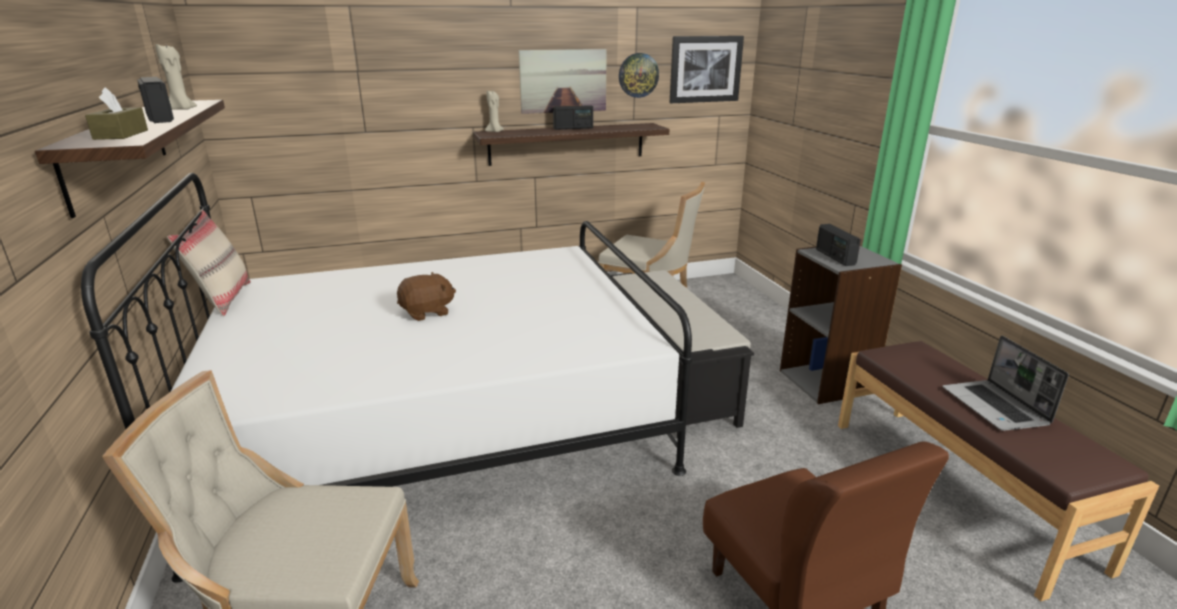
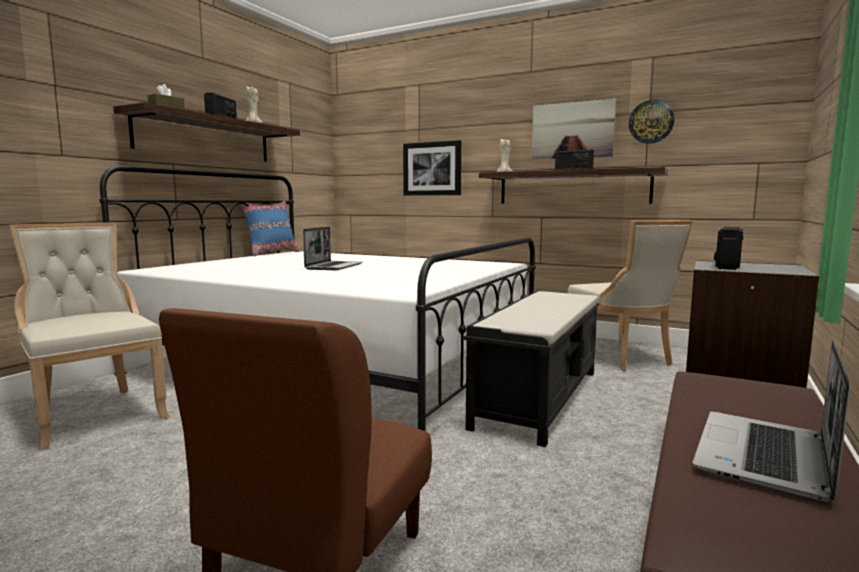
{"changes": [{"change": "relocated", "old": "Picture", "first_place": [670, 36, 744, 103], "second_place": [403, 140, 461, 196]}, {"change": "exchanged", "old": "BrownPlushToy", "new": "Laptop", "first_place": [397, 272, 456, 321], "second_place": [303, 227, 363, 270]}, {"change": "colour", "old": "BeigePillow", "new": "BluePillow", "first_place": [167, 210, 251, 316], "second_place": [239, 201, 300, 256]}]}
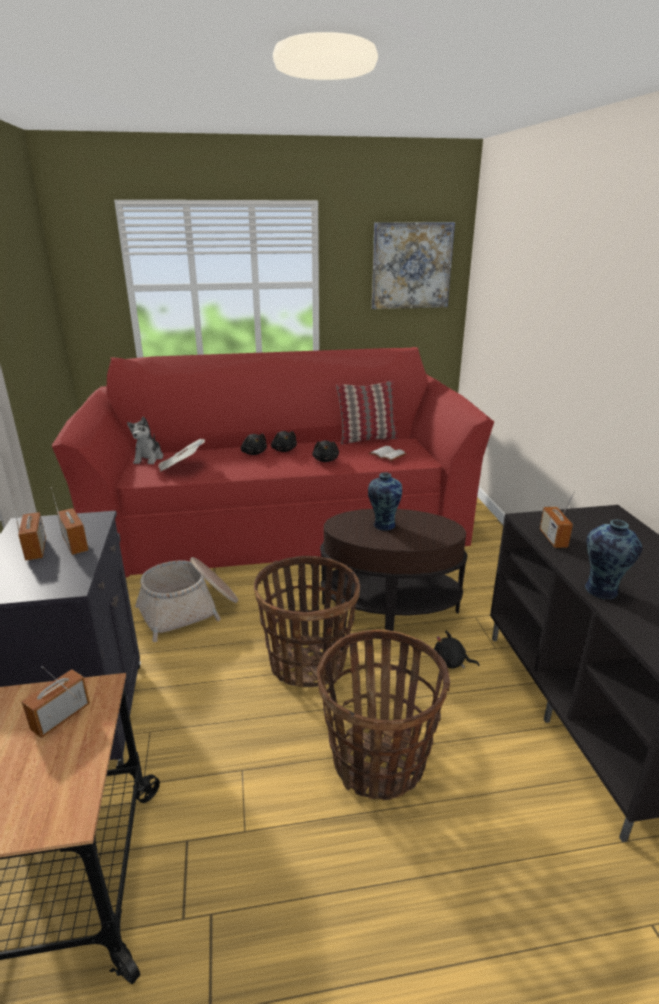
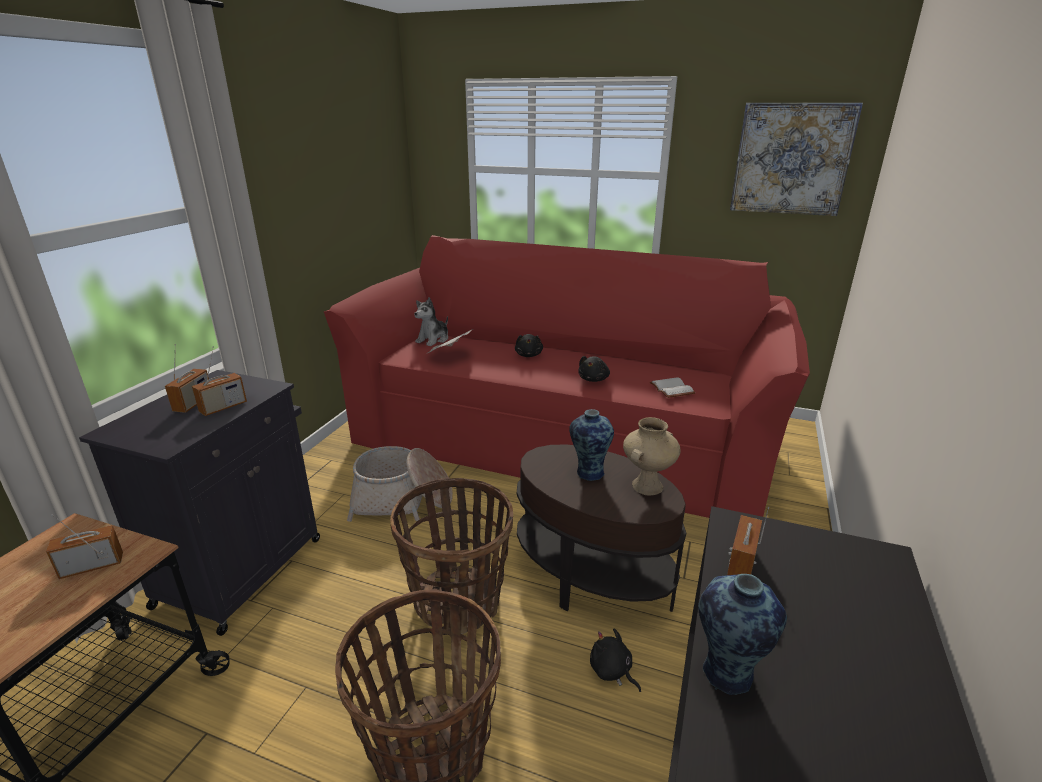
{"changes": [{"change": "missing", "old": "BlackPlushToy", "first_place": [271, 431, 297, 452]}, {"change": "missing", "old": "Pillow", "first_place": [336, 380, 398, 444]}, {"change": "appeared", "new": "BeigeVase", "second_place": [623, 417, 681, 496]}, {"change": "spun", "old": "Radio", "first_place": [51, 487, 89, 555], "second_place": [192, 346, 247, 416], "degrees": 45}]}
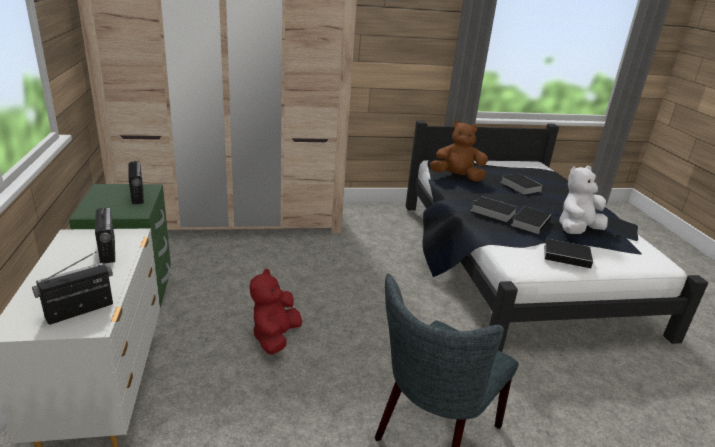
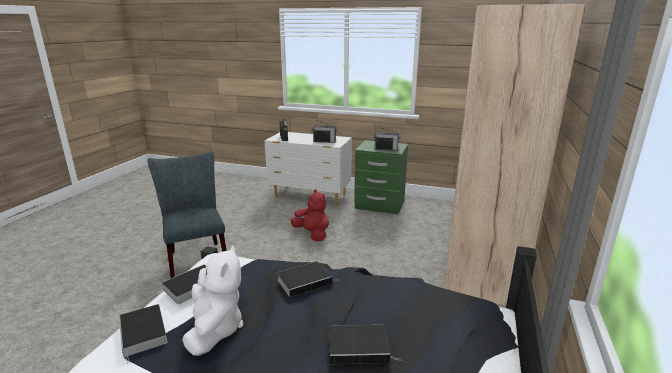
{"changes": [{"change": "missing", "old": "BrownPlushToy", "first_place": [430, 121, 488, 182]}, {"change": "relocated", "old": "Book", "first_place": [511, 206, 552, 234], "second_place": [119, 304, 167, 364]}]}
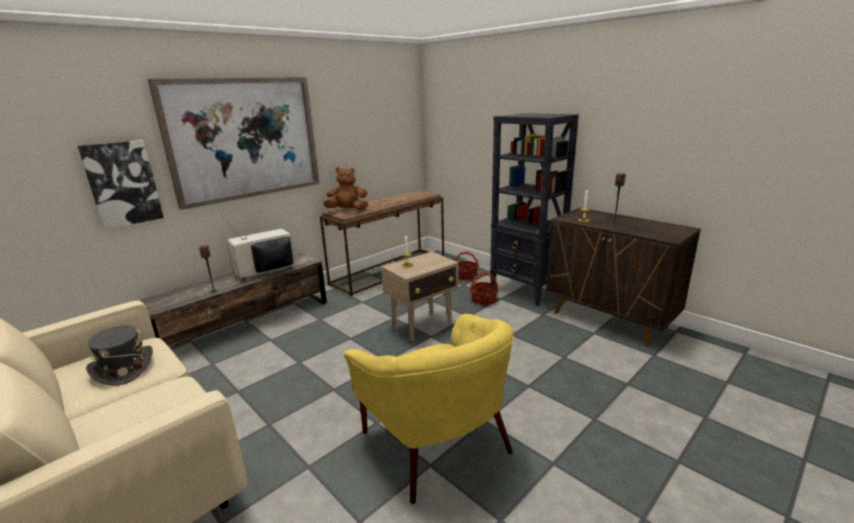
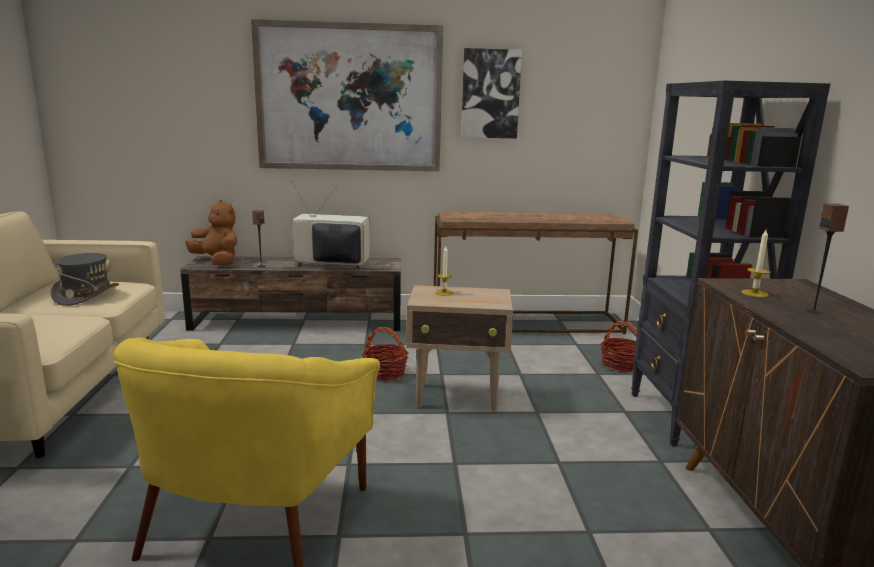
{"changes": [{"change": "relocated", "old": "Picture", "first_place": [78, 140, 164, 229], "second_place": [461, 48, 522, 139]}, {"change": "relocated", "old": "BrownPlushToy", "first_place": [323, 167, 368, 210], "second_place": [185, 200, 237, 266]}, {"change": "relocated", "old": "Basket", "first_place": [470, 272, 498, 305], "second_place": [362, 327, 409, 381]}]}
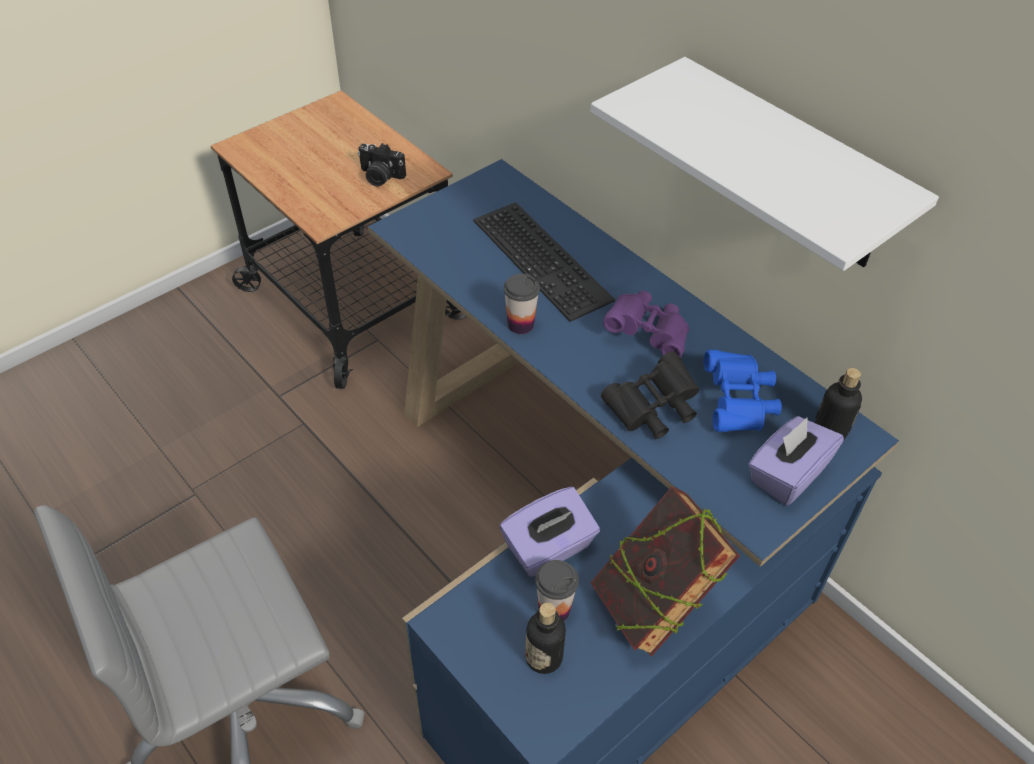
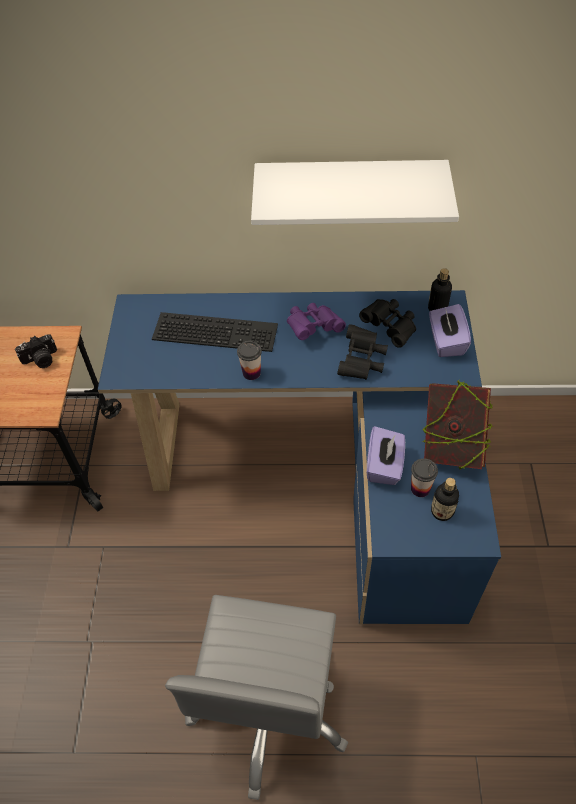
{"changes": [{"change": "colour", "old": "BlueBinoculars", "new": "BlackBinoculars", "first_place": [704, 350, 782, 432], "second_place": [359, 299, 416, 348]}]}
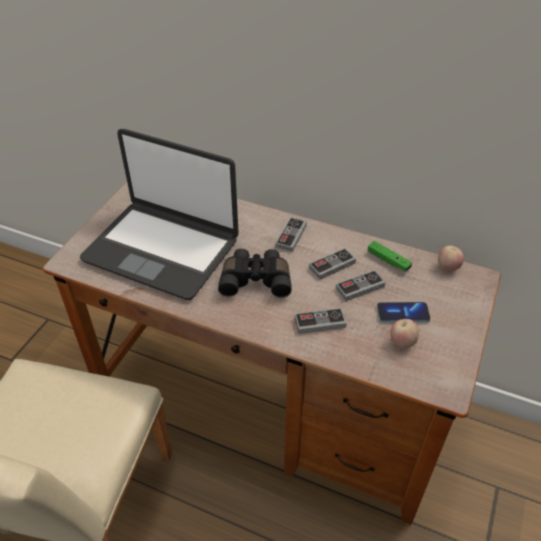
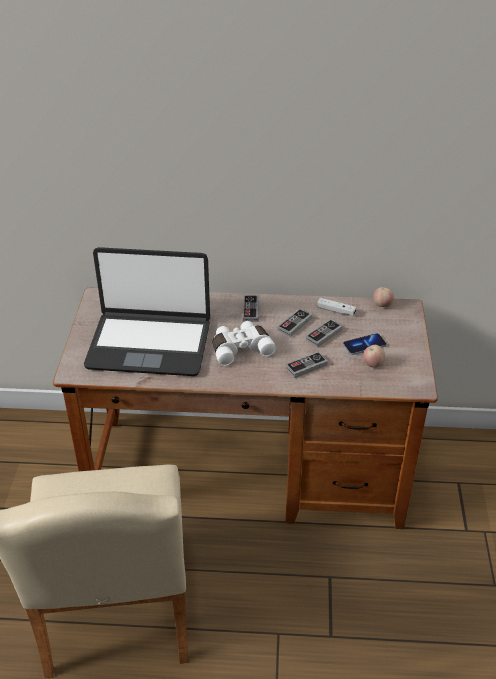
{"changes": [{"change": "colour", "old": "BlackBinoculars", "new": "WhiteBinoculars", "first_place": [218, 249, 292, 297], "second_place": [213, 321, 276, 366]}, {"change": "colour", "old": "GreenGameController", "new": "WhiteGameController", "first_place": [368, 241, 412, 272], "second_place": [317, 298, 356, 315]}]}
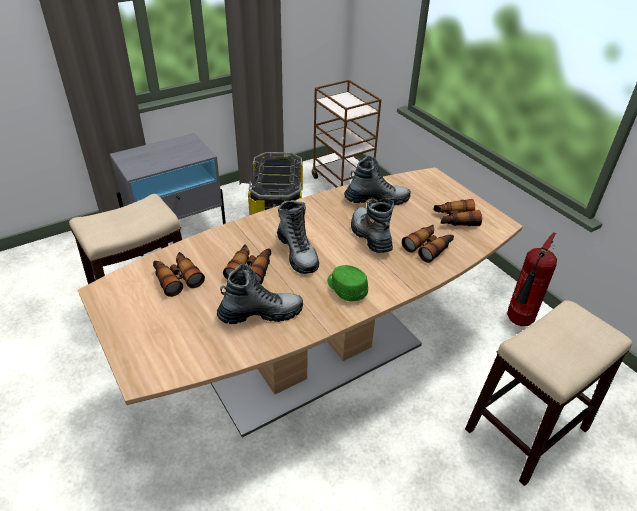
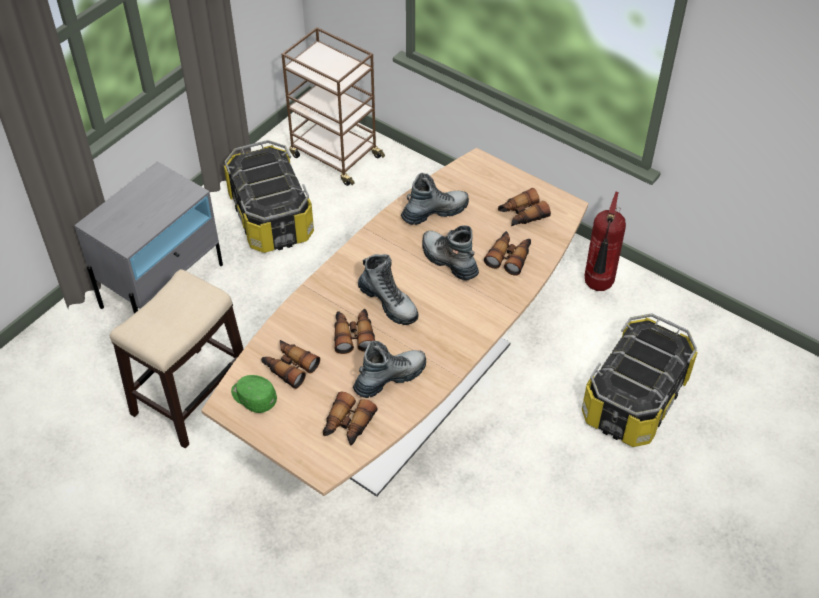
{"changes": [{"change": "appeared", "new": "Binoculars", "second_place": [323, 392, 377, 446]}, {"change": "relocated", "old": "GreenCap", "first_place": [327, 265, 368, 301], "second_place": [231, 375, 277, 413]}, {"change": "exchanged", "old": "Stool", "new": "StorageBox", "first_place": [465, 300, 633, 486], "second_place": [582, 314, 698, 447]}]}
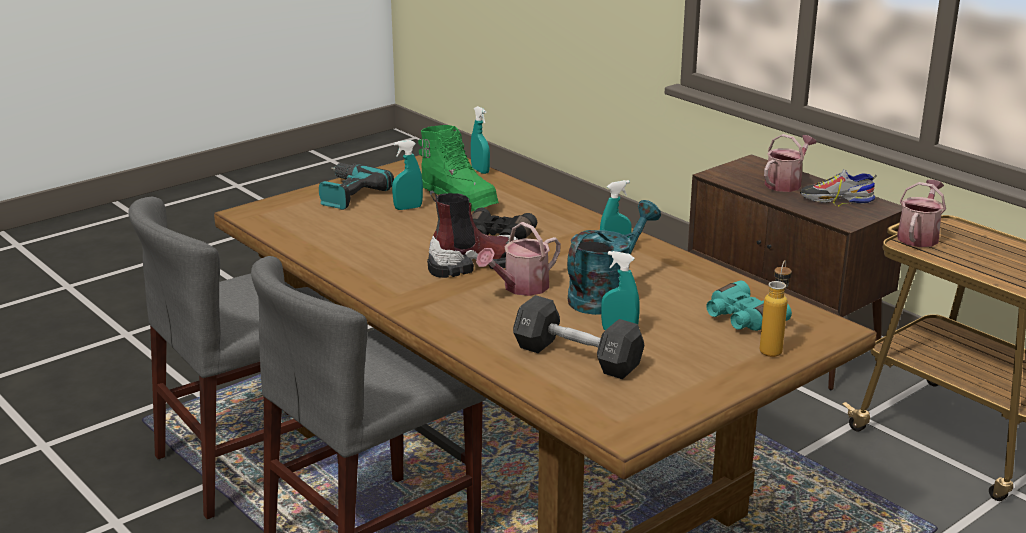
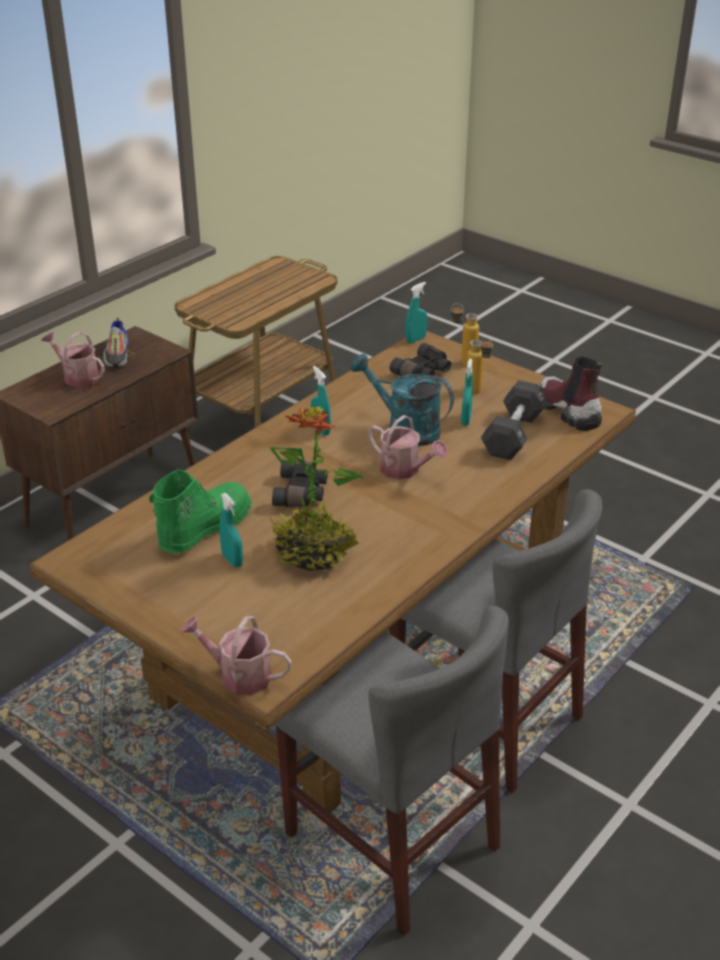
{"changes": [{"change": "missing", "old": "PowerDrill", "first_place": [319, 163, 394, 210]}, {"change": "appeared", "new": "PottedPlant", "second_place": [270, 406, 364, 571]}, {"change": "appeared", "new": "Bottle", "second_place": [466, 337, 493, 394]}, {"change": "relocated", "old": "Boot", "first_place": [427, 191, 518, 278], "second_place": [539, 357, 603, 431]}, {"change": "relocated", "old": "TurquoiseSprayBottle", "first_place": [471, 106, 490, 174], "second_place": [406, 282, 427, 344]}, {"change": "relocated", "old": "WateringCan", "first_place": [897, 180, 946, 247], "second_place": [180, 616, 292, 695]}, {"change": "colour", "old": "TurquoiseBinoculars", "new": "BlackBinoculars", "first_place": [706, 281, 792, 331], "second_place": [390, 343, 451, 377]}]}
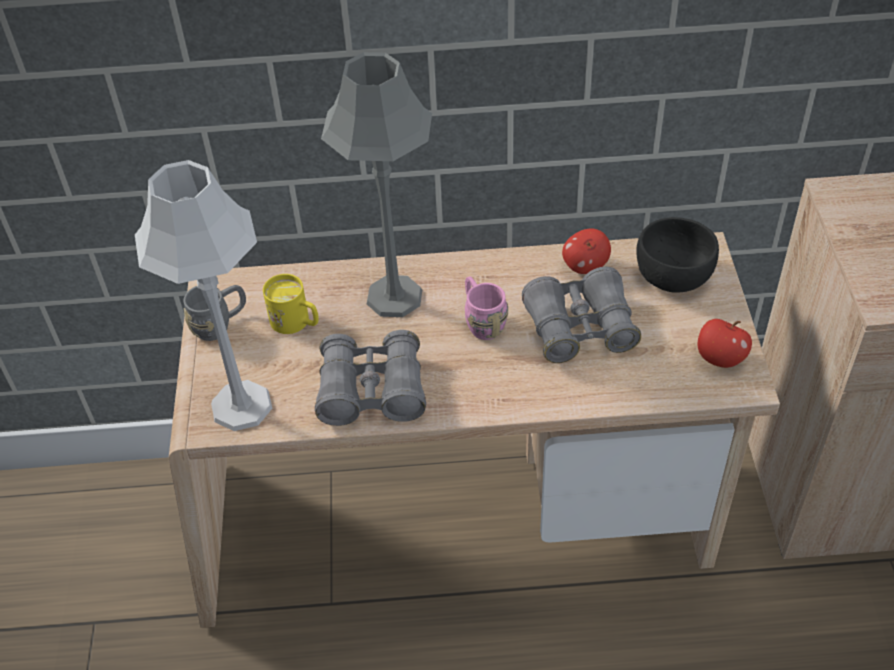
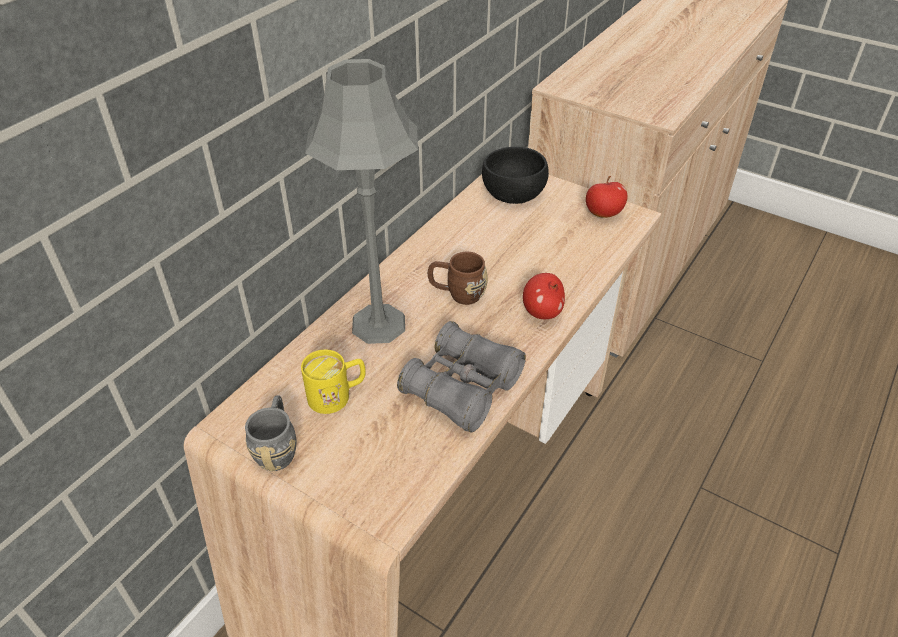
{"changes": [{"change": "missing", "old": "GreyTableLamp", "first_place": [135, 160, 272, 431]}, {"change": "missing", "old": "GreyBinoculars", "first_place": [522, 267, 641, 363]}, {"change": "relocated", "old": "Apple", "first_place": [562, 228, 611, 274], "second_place": [523, 273, 565, 319]}, {"change": "colour", "old": "PinkMug", "new": "BrownMug", "first_place": [465, 276, 508, 340], "second_place": [428, 252, 488, 305]}]}
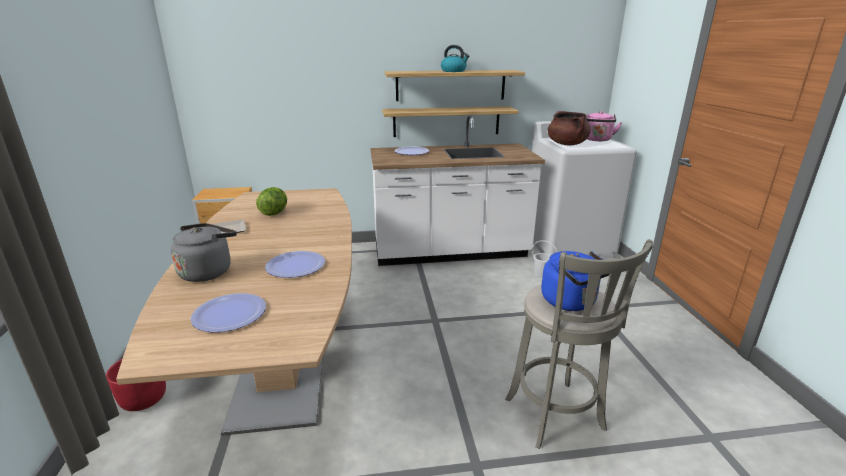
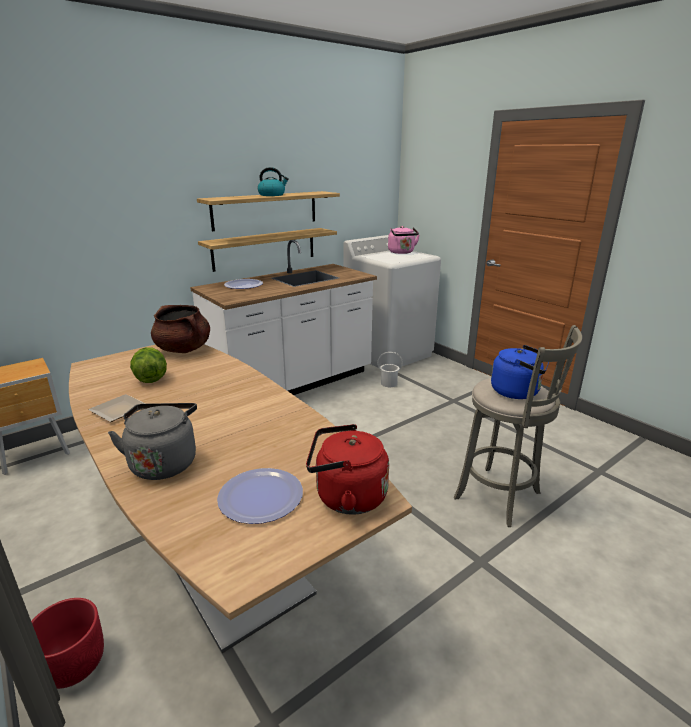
{"changes": [{"change": "missing", "old": "Plate", "first_place": [265, 251, 325, 278]}, {"change": "appeared", "new": "RedKettle", "second_place": [306, 424, 389, 515]}, {"change": "relocated", "old": "BrownCookingPot", "first_place": [548, 111, 591, 146], "second_place": [151, 305, 210, 353]}]}
